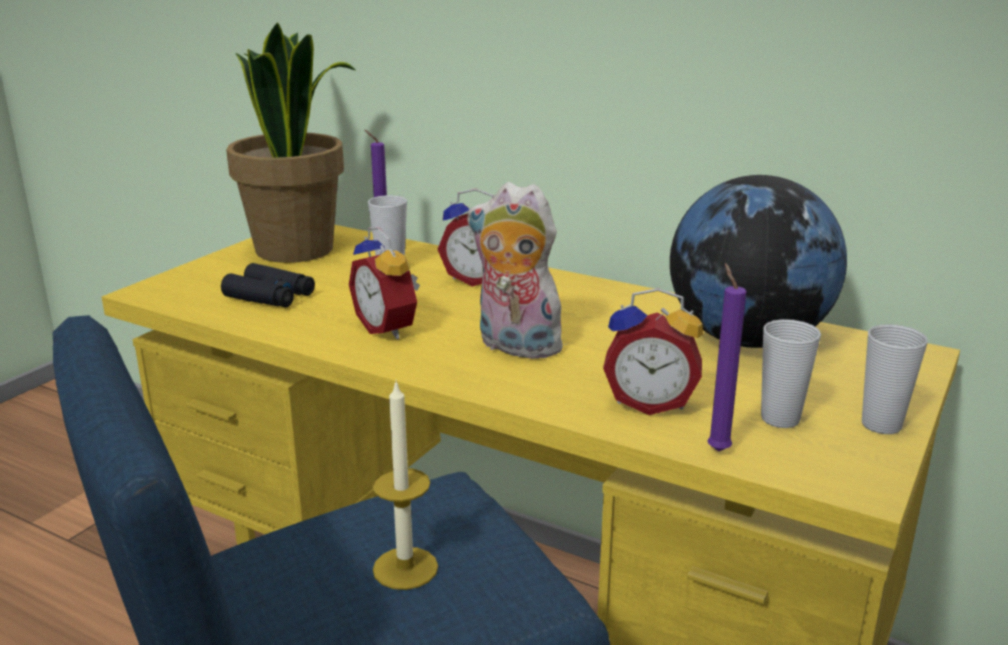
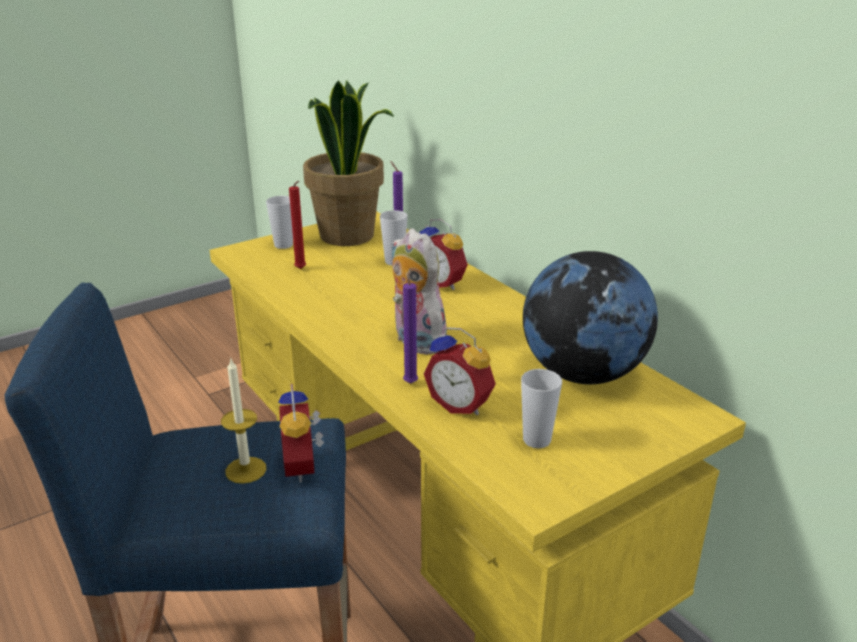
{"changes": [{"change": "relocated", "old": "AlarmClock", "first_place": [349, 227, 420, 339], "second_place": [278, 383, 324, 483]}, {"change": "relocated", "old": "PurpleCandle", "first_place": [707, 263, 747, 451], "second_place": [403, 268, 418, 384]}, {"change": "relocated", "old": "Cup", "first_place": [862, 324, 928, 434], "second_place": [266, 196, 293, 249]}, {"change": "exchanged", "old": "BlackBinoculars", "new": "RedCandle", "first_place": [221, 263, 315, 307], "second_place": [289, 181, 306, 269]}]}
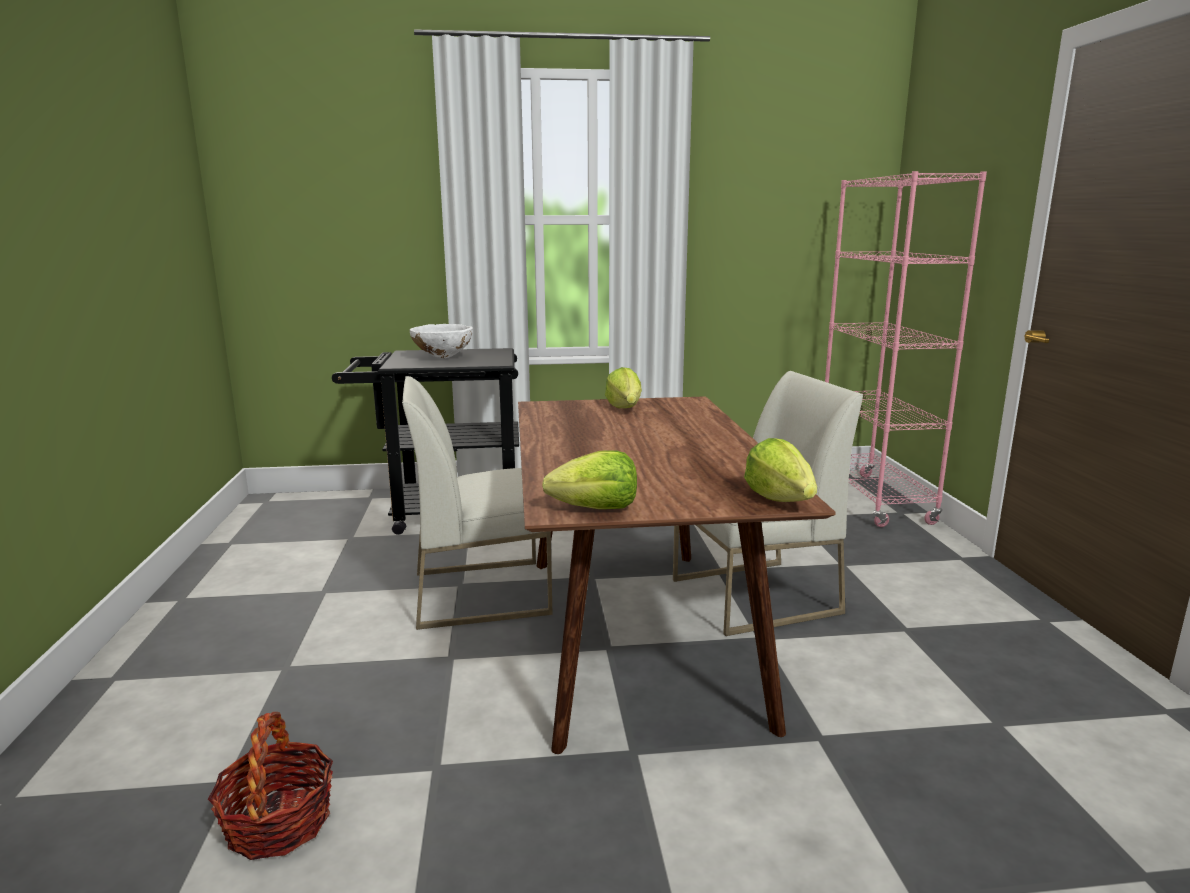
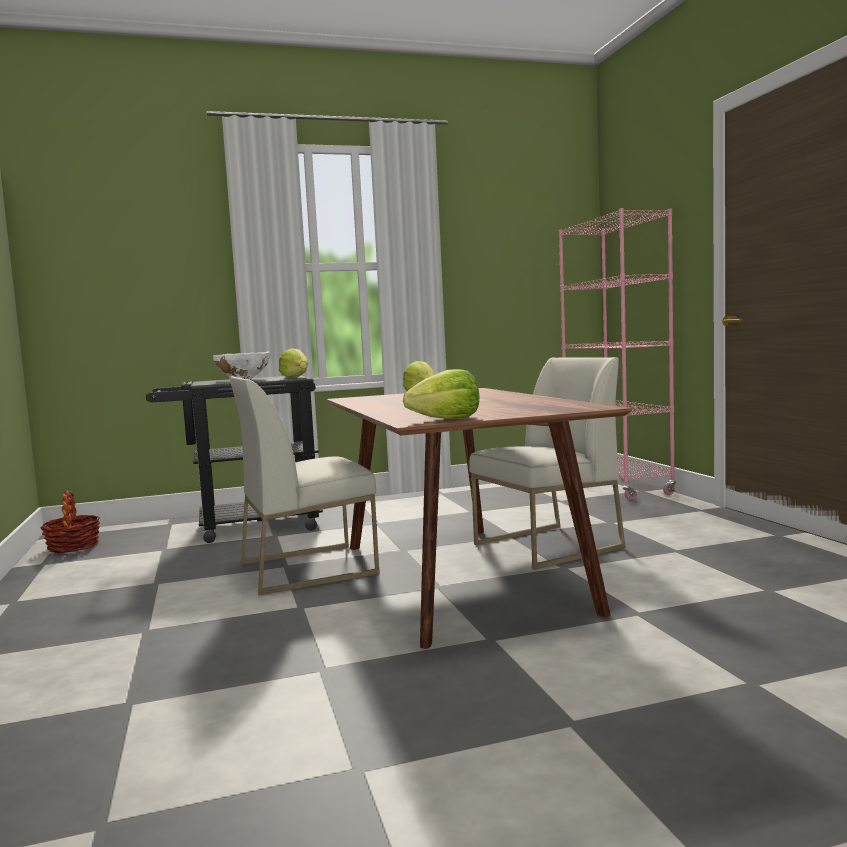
{"changes": [{"change": "relocated", "old": "Basket", "first_place": [208, 712, 333, 860], "second_place": [41, 491, 100, 553]}, {"change": "relocated", "old": "Lettuce", "first_place": [744, 438, 817, 502], "second_place": [279, 348, 308, 378]}]}
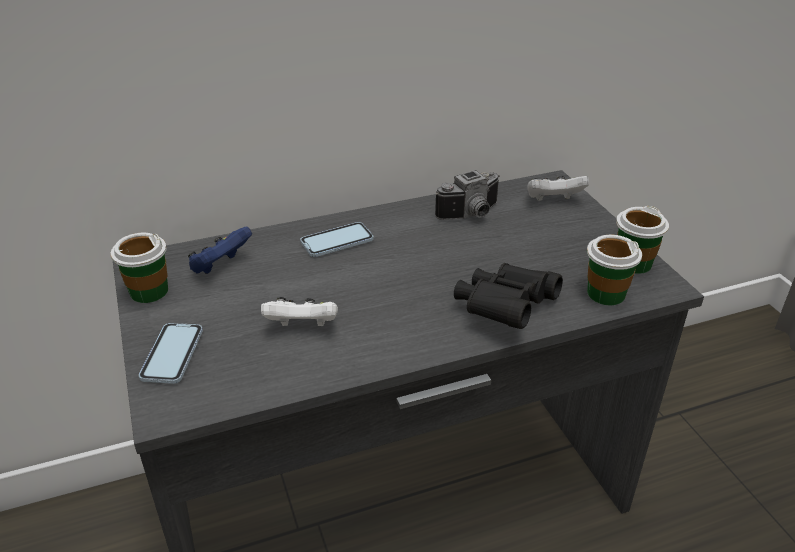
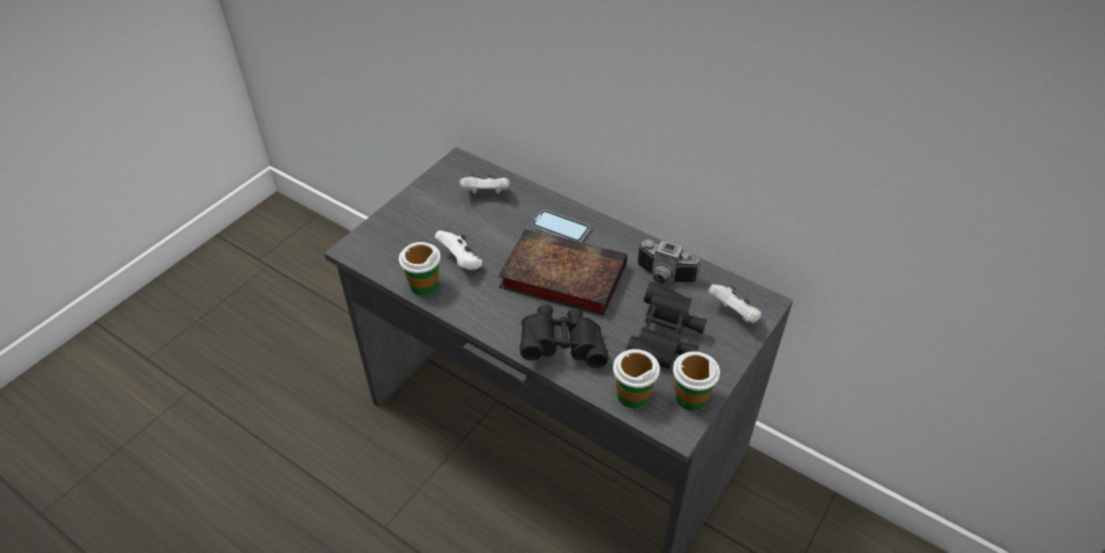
{"changes": [{"change": "missing", "old": "Phone", "first_place": [139, 323, 203, 384]}, {"change": "appeared", "new": "Book", "second_place": [498, 228, 627, 316]}, {"change": "appeared", "new": "BlackBinoculars", "second_place": [626, 282, 707, 369]}, {"change": "relocated", "old": "Cup", "first_place": [111, 233, 168, 303], "second_place": [399, 242, 441, 296]}, {"change": "colour", "old": "BlueGameController", "new": "WhiteGameController", "first_place": [188, 227, 252, 274], "second_place": [460, 174, 510, 194]}]}
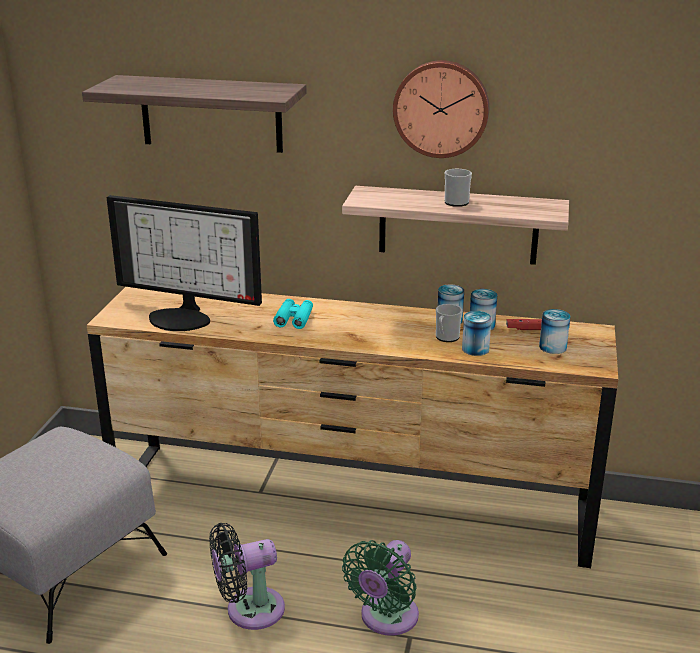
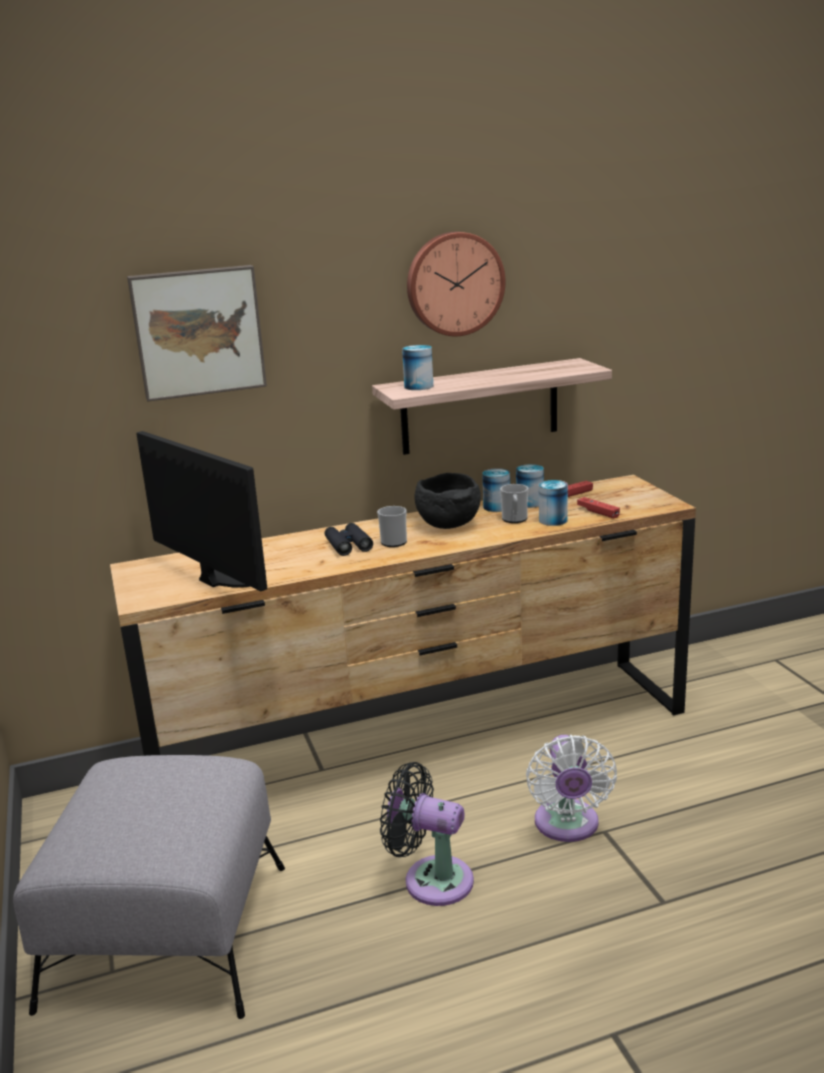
{"changes": [{"change": "appeared", "new": "BlackBowl", "second_place": [414, 473, 481, 529]}, {"change": "appeared", "new": "RedGameController", "second_place": [577, 497, 620, 519]}, {"change": "relocated", "old": "Mug", "first_place": [445, 169, 472, 207], "second_place": [377, 506, 407, 547]}, {"change": "relocated", "old": "Can", "first_place": [539, 309, 570, 354], "second_place": [402, 345, 433, 390]}, {"change": "exchanged", "old": "Shelf", "new": "Picture", "first_place": [82, 75, 307, 153], "second_place": [127, 265, 267, 401]}, {"change": "colour", "old": "TurquoiseBinoculars", "new": "BlackBinoculars", "first_place": [273, 299, 313, 329], "second_place": [325, 523, 373, 556]}, {"change": "colour", "old": "GreenFan", "new": "WhiteFan", "first_place": [342, 540, 419, 636], "second_place": [526, 735, 617, 842]}, {"change": "spun", "old": "Monitor", "first_place": [107, 195, 262, 331], "second_place": [136, 431, 267, 591], "degrees": -120}, {"change": "spun", "old": "BlackFan", "first_place": [209, 523, 285, 630], "second_place": [380, 762, 474, 906], "degrees": 75}]}
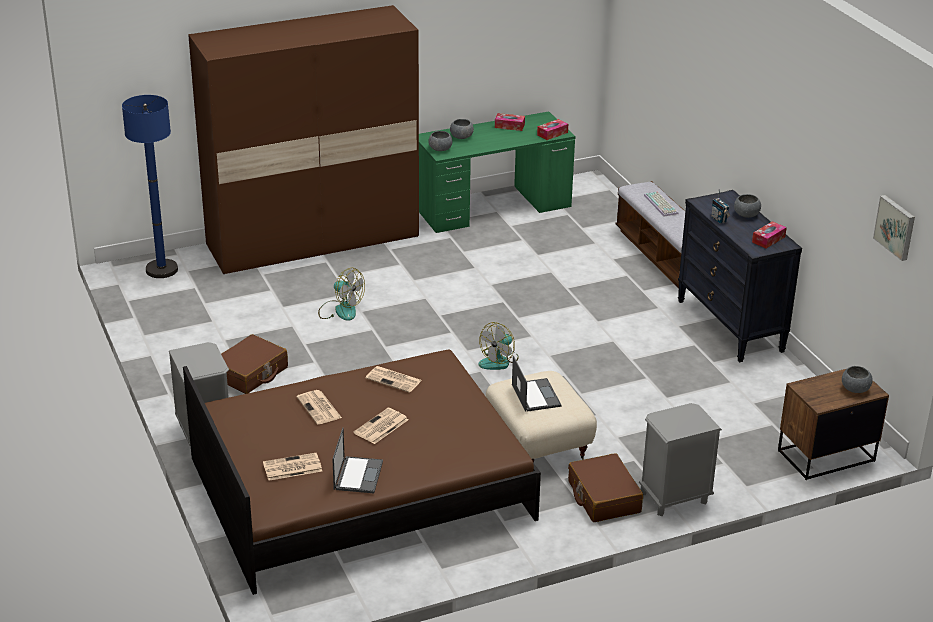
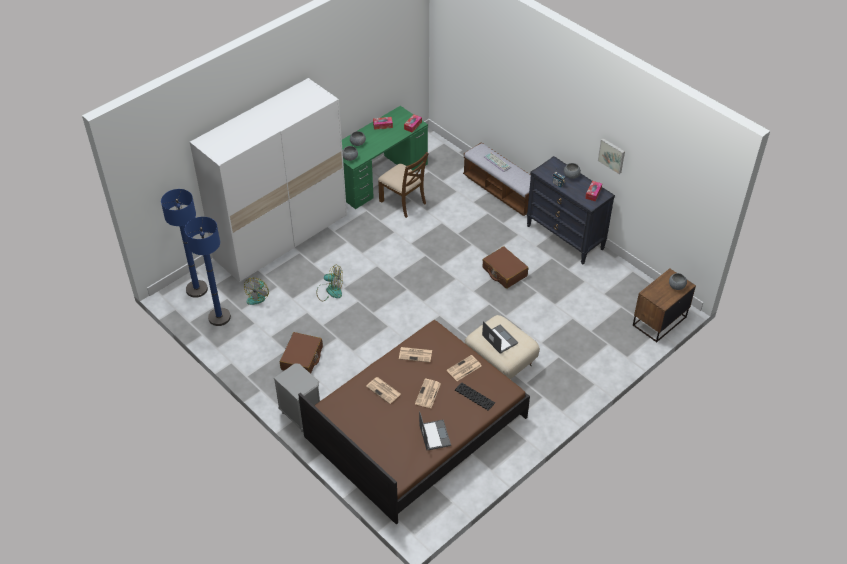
{"changes": [{"change": "missing", "old": "GreyNightstand", "first_place": [639, 403, 722, 516]}, {"change": "appeared", "new": "BlueFloorLamp", "second_place": [185, 217, 231, 326]}, {"change": "appeared", "new": "BrownChair", "second_place": [378, 152, 429, 218]}, {"change": "appeared", "new": "Keyboard", "second_place": [455, 382, 495, 411]}, {"change": "relocated", "old": "Newspaper", "first_place": [263, 453, 322, 481], "second_place": [447, 355, 481, 381]}, {"change": "relocated", "old": "Fan", "first_place": [478, 322, 519, 370], "second_place": [244, 278, 269, 305]}, {"change": "relocated", "old": "BrownSuitcase", "first_place": [568, 453, 643, 522], "second_place": [482, 246, 528, 289]}, {"change": "relocated", "old": "Picture", "first_place": [873, 195, 915, 261], "second_place": [598, 138, 625, 174]}, {"change": "colour", "old": "BrownWardrobe", "new": "WhiteWardrobe", "first_place": [188, 5, 419, 274], "second_place": [190, 78, 347, 282]}]}
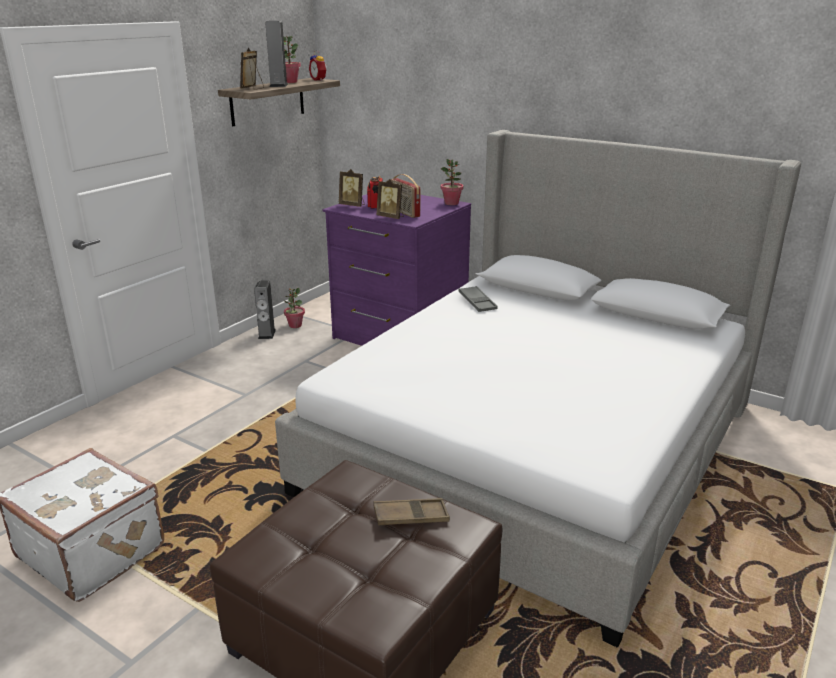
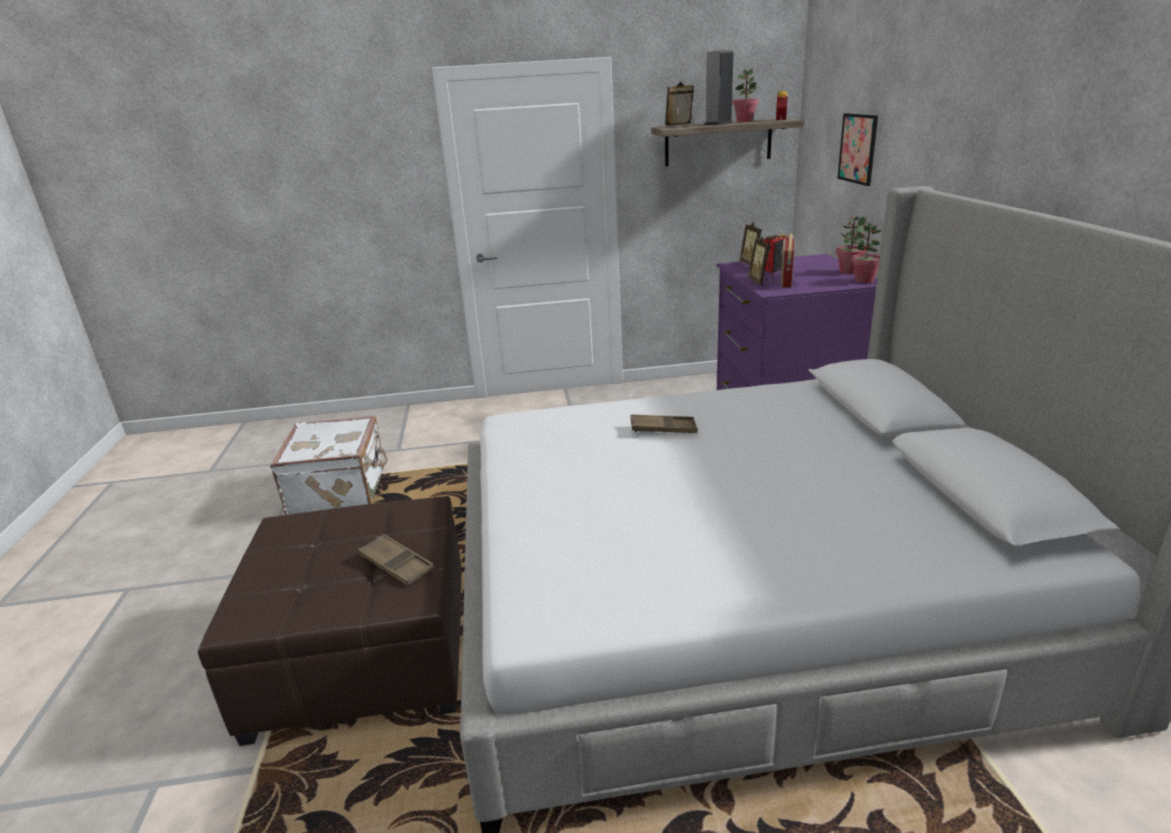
{"changes": [{"change": "missing", "old": "Speaker", "first_place": [254, 280, 276, 339]}, {"change": "missing", "old": "GreyTray", "first_place": [459, 286, 498, 312]}, {"change": "appeared", "new": "BrownTray", "second_place": [631, 414, 698, 433]}, {"change": "appeared", "new": "Picture", "second_place": [837, 113, 878, 186]}, {"change": "relocated", "old": "PottedPlant", "first_place": [284, 288, 305, 328], "second_place": [836, 216, 866, 274]}]}
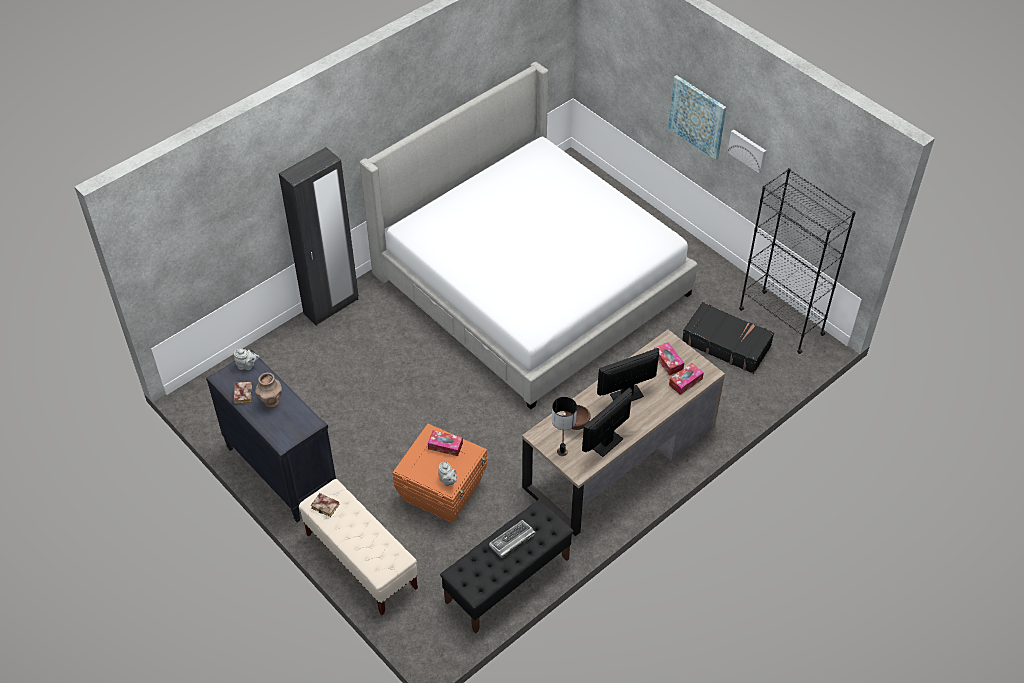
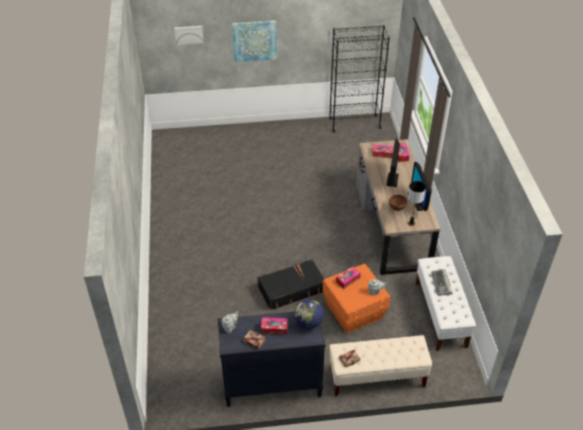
{"changes": [{"change": "missing", "old": "BlackWardrobe", "first_place": [279, 147, 359, 326]}, {"change": "missing", "old": "Bed", "first_place": [360, 62, 698, 410]}, {"change": "appeared", "new": "Globe", "second_place": [295, 299, 324, 329]}, {"change": "relocated", "old": "BlackSuitcase", "first_place": [682, 302, 774, 374], "second_place": [258, 259, 324, 310]}, {"change": "relocated", "old": "Picture", "first_place": [728, 130, 766, 174], "second_place": [174, 26, 204, 45]}, {"change": "exchanged", "old": "BrownVase", "new": "TissueBox", "first_place": [255, 372, 282, 408], "second_place": [261, 317, 288, 335]}, {"change": "colour", "old": "BlackBench", "new": "WhiteBench", "first_place": [440, 499, 574, 634], "second_place": [415, 256, 476, 351]}]}
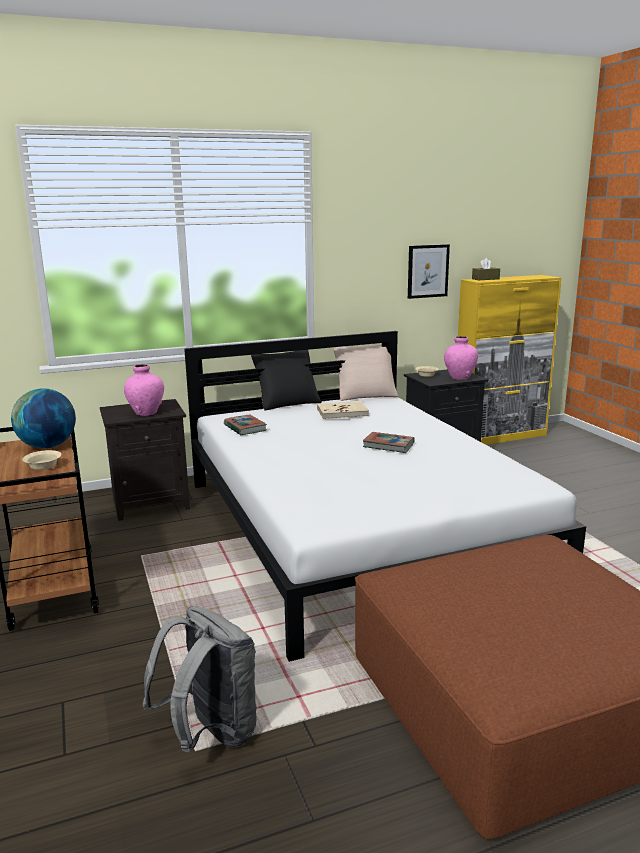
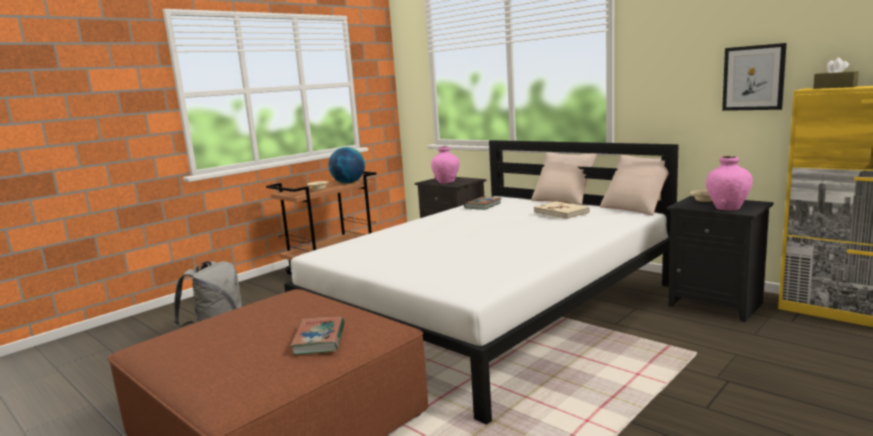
{"changes": [{"change": "relocated", "old": "Book", "first_place": [363, 432, 414, 453], "second_place": [290, 317, 345, 355]}, {"change": "colour", "old": "BlackPillow", "new": "BeigePillow", "first_place": [251, 350, 322, 411], "second_place": [531, 152, 597, 205]}]}
